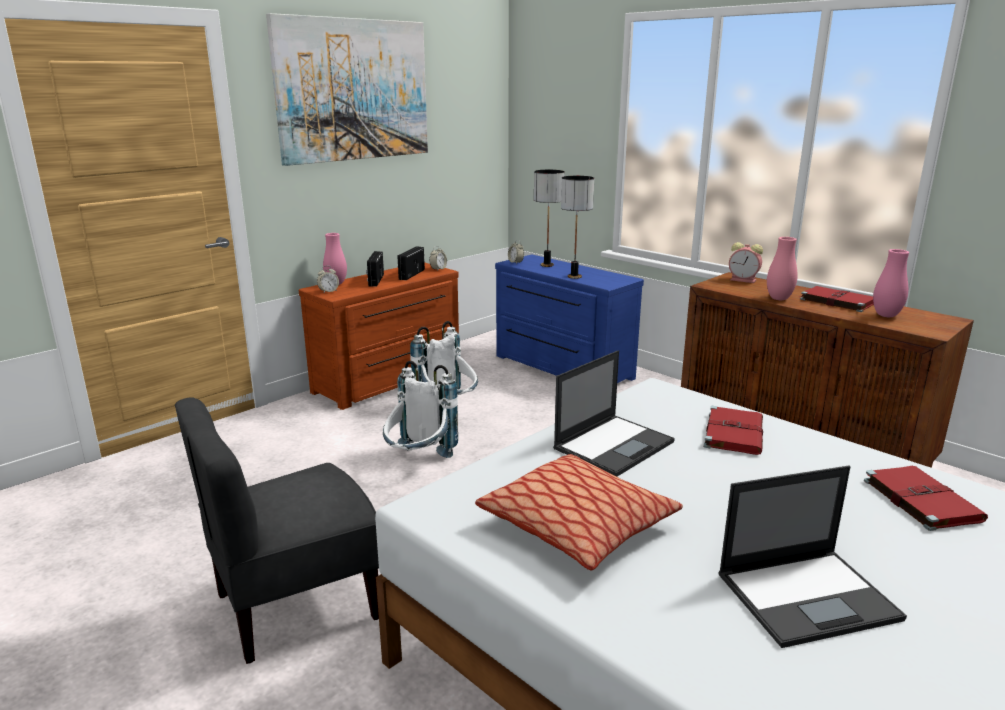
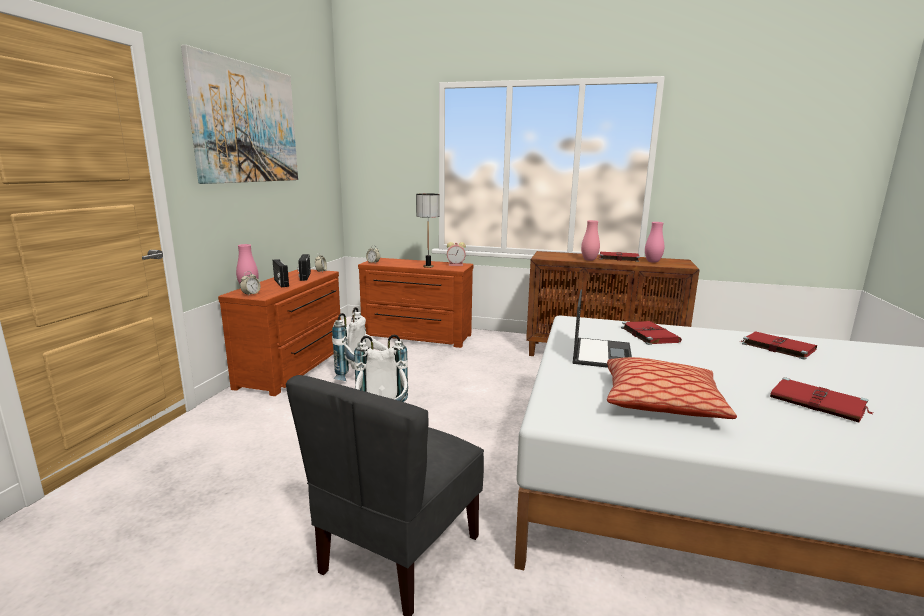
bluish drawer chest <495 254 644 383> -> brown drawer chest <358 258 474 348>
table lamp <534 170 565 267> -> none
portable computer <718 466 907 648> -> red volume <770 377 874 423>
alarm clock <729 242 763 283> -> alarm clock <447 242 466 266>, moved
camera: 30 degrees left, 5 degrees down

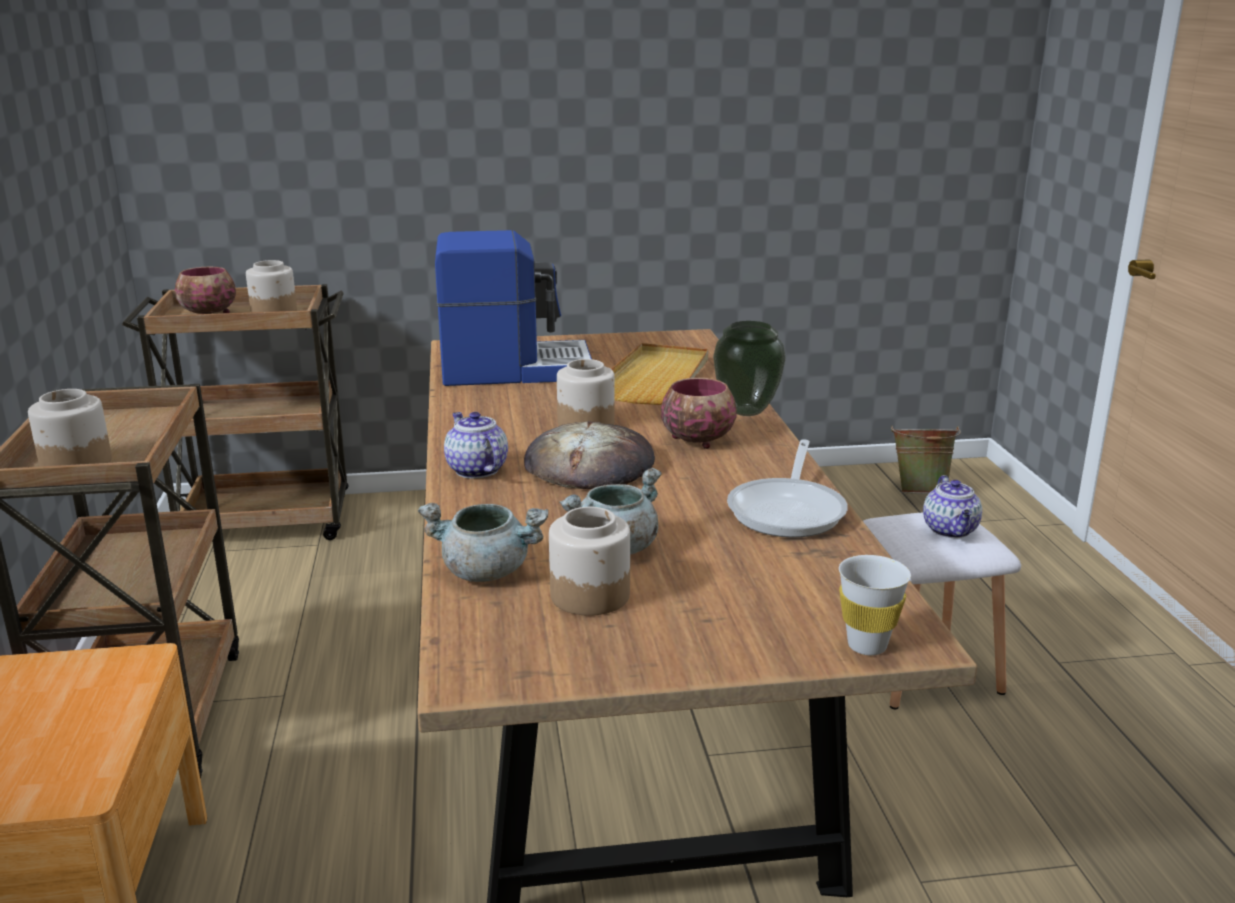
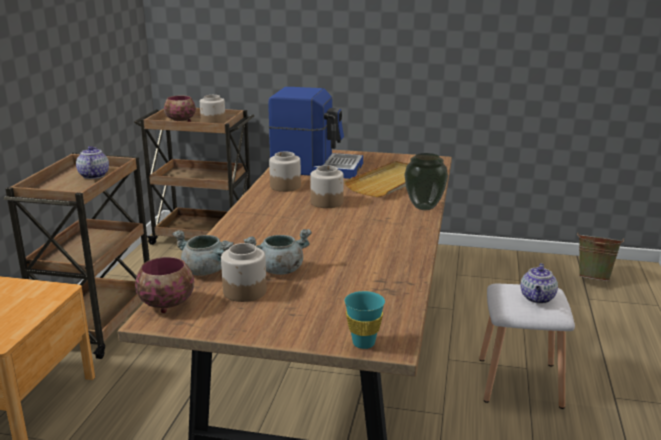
jar <28 389 112 467> -> jar <269 152 301 192>, moved
pot for tea <444 412 508 479> -> pot for tea <76 146 109 179>, moved
baked bread <524 421 655 490> -> none
deep dish <661 378 737 449> -> deep dish <135 257 194 313>, moved
skillet <727 439 848 537> -> none
white drinking cup <839 555 911 655> -> turquoise drinking cup <345 291 385 349>
camera: 20 degrees right, 0 degrees up

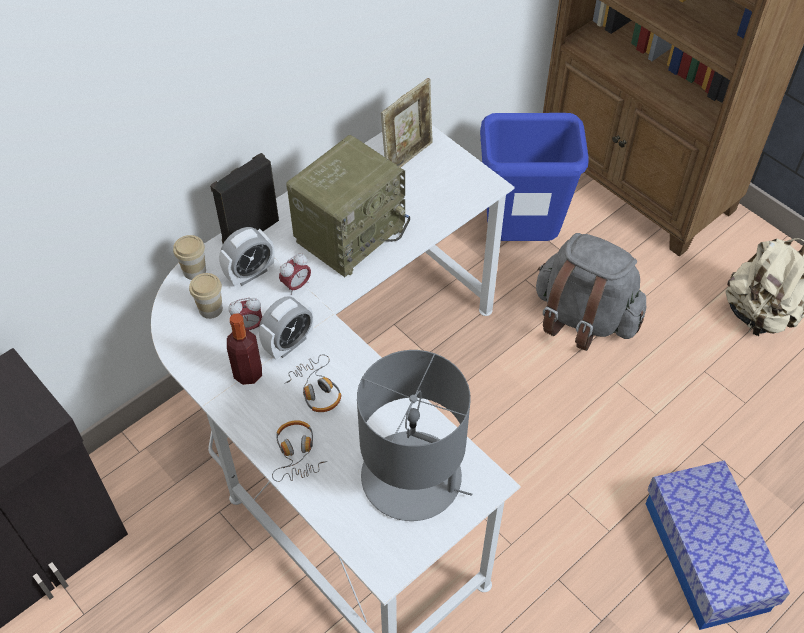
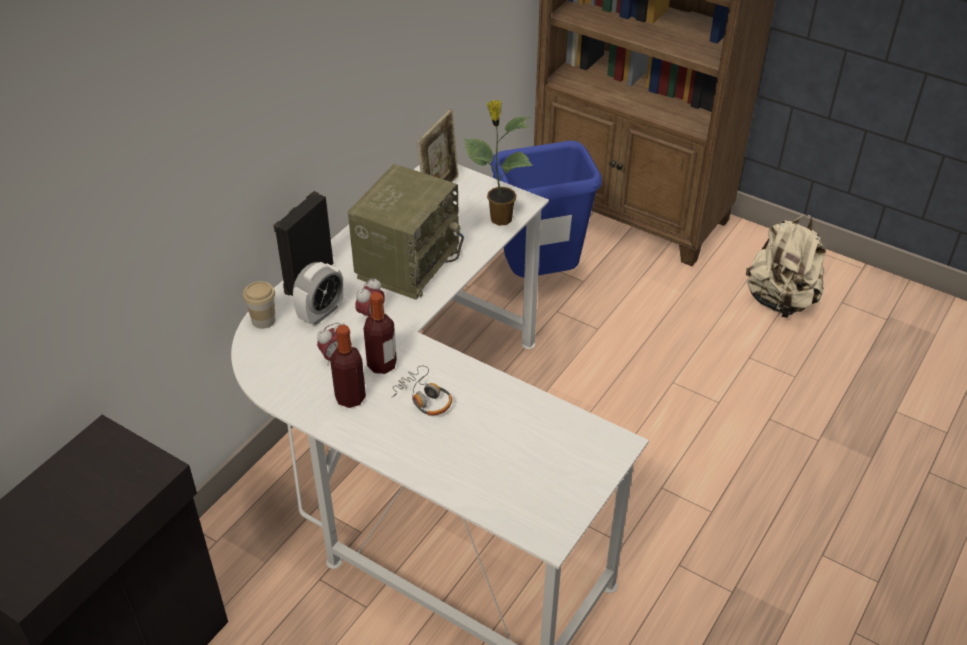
drinking cup <189 273 223 319> -> none
alarm clock <259 296 313 359> -> bottle <364 292 397 374>
headphones <272 420 327 482> -> none
grey table lamp <357 350 472 521> -> none
grey backpack <536 233 646 351> -> none
storage container <645 460 790 630> -> none
none -> houseplant <464 100 533 226>
camera: 15 degrees left, 10 degrees down

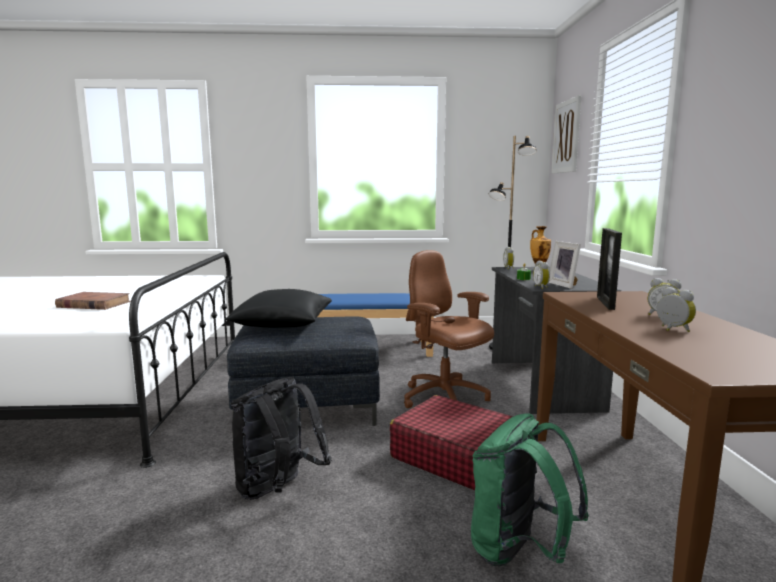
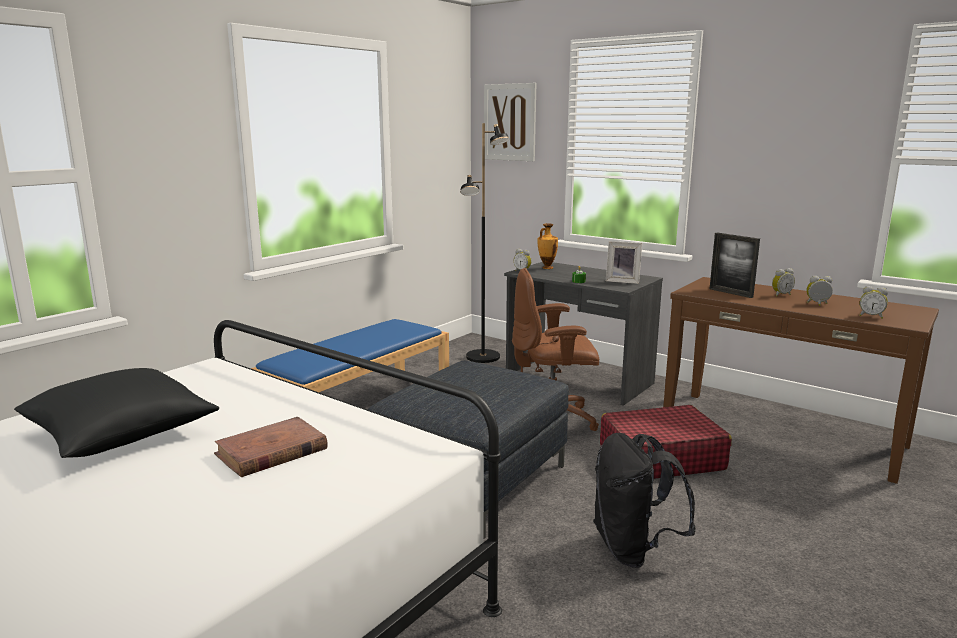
black-coloured cushion <225 289 332 328> -> black-coloured cushion <14 368 219 458>, moved
green-coloured backpack <471 413 589 567> -> none
alarm clock <533 261 550 289> -> alarm clock <860 286 888 319>, moved
camera: 50 degrees left, 5 degrees up

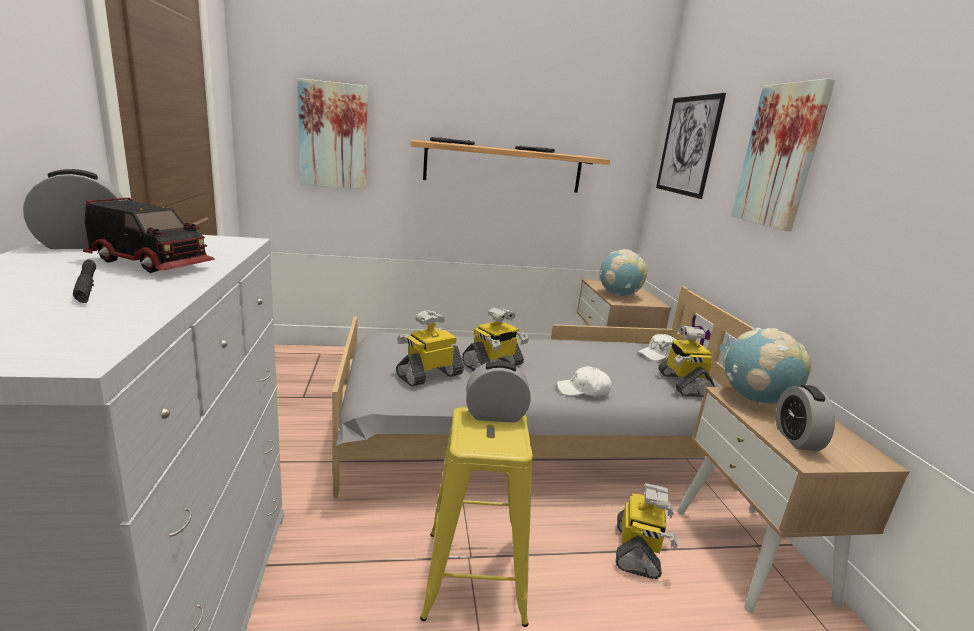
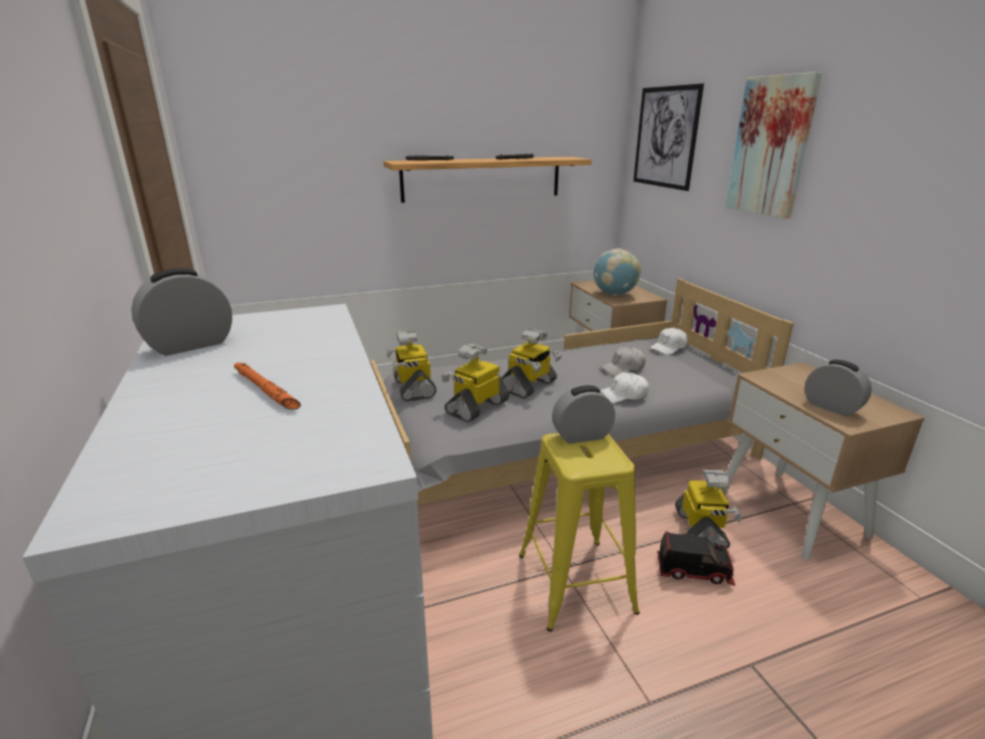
black-coloured hand torch <73 259 96 303> -> orange hand torch <234 362 301 410>
toy truck <83 198 216 273> -> toy truck <657 531 735 586>, moved
picture <297 78 368 190> -> none
model robot <658 326 715 397> -> model robot <386 331 436 401>, moved
world globe <724 328 811 405> -> none
alarm clock <776 385 835 451> -> alarm clock <805 360 872 416>, 150 degrees clockwise
none -> white baseball cap <601 347 646 376>
camera: 10 degrees left, 5 degrees up

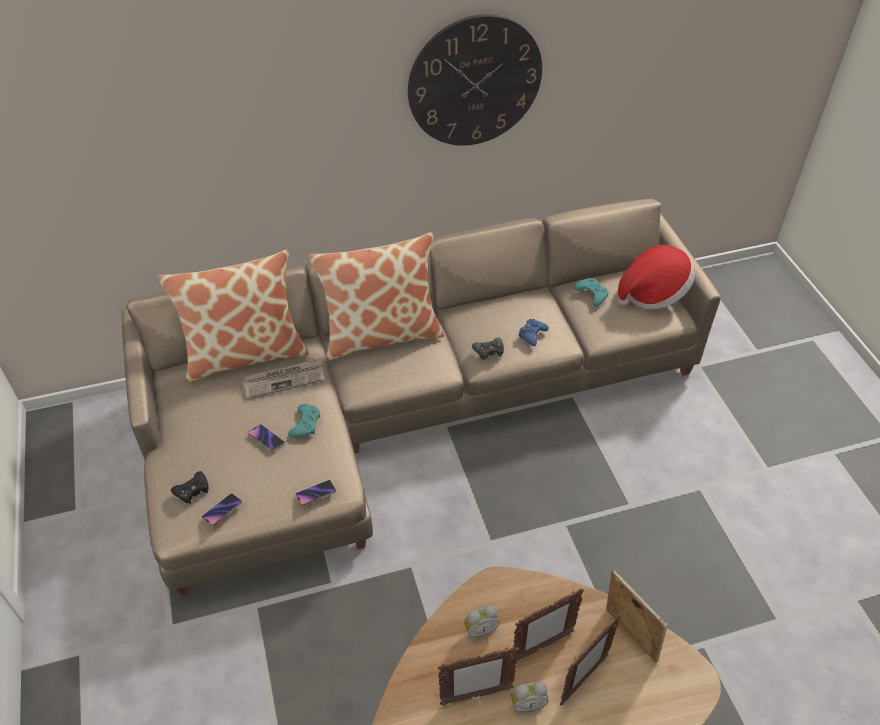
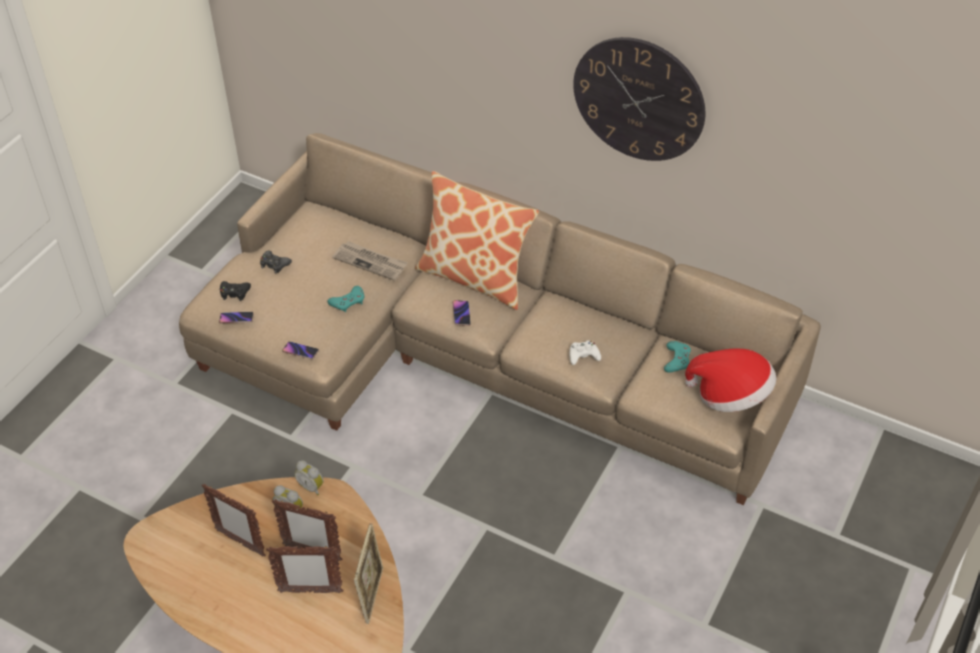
cushion <158 250 309 382> -> none
handset <248 424 284 451> -> handset <453 300 471 326>, moved
black-coloured gamepad <472 338 504 361> -> black-coloured gamepad <260 251 292 274>, moved
alarm clock <511 681 548 713> -> alarm clock <294 460 324 495>, moved
bluish gamepad <519 319 549 346> -> white gamepad <569 340 601 365>
camera: 45 degrees right, 0 degrees up

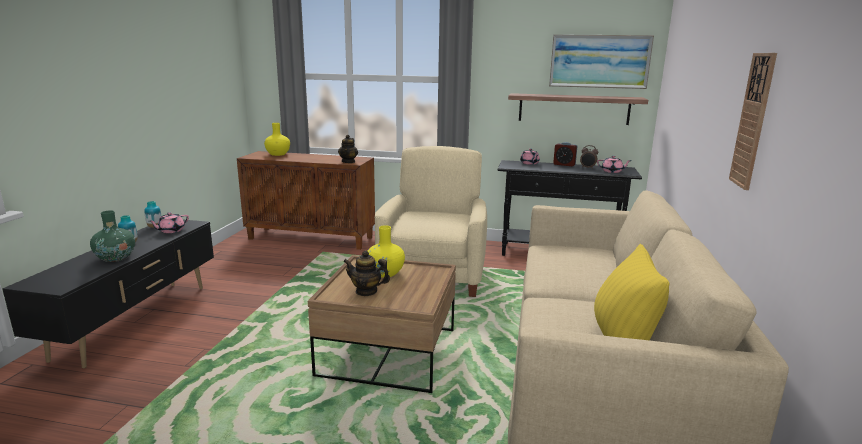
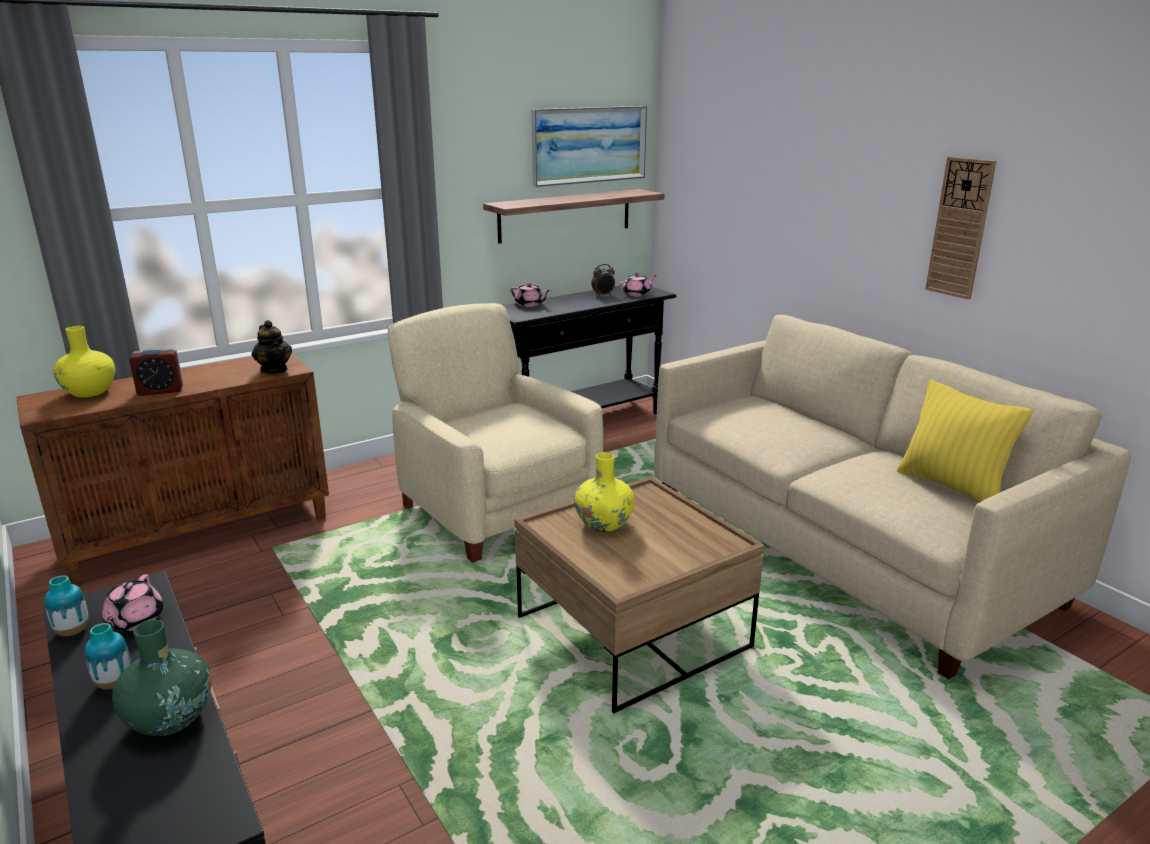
pot for tea <343 250 390 296> -> none
alarm clock <553 142 577 166> -> alarm clock <129 347 183 396>, moved
camera: 45 degrees left, 5 degrees up

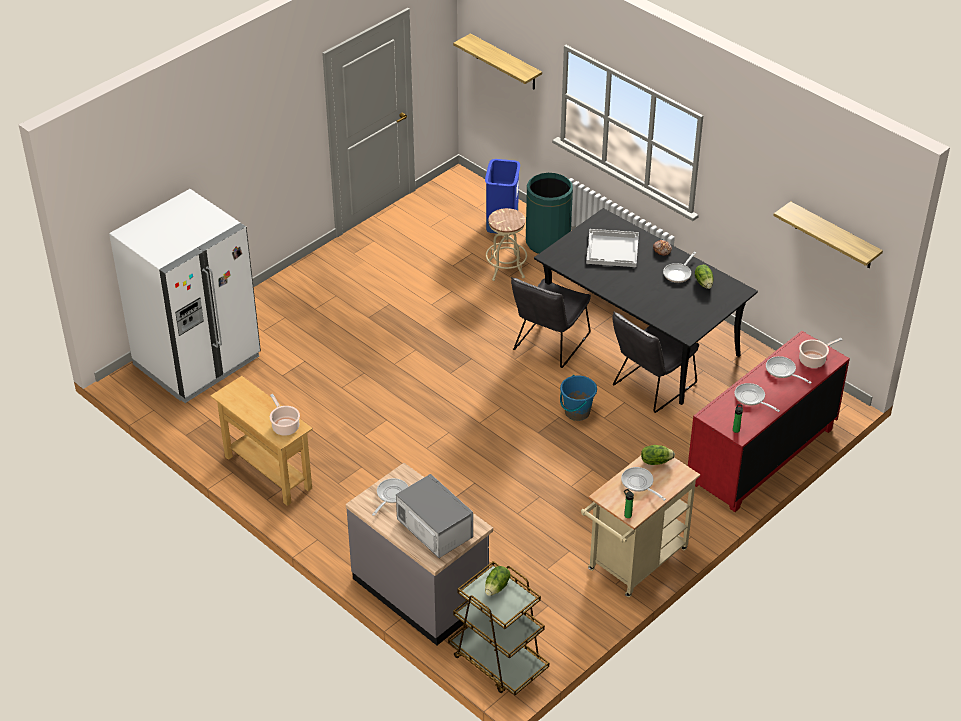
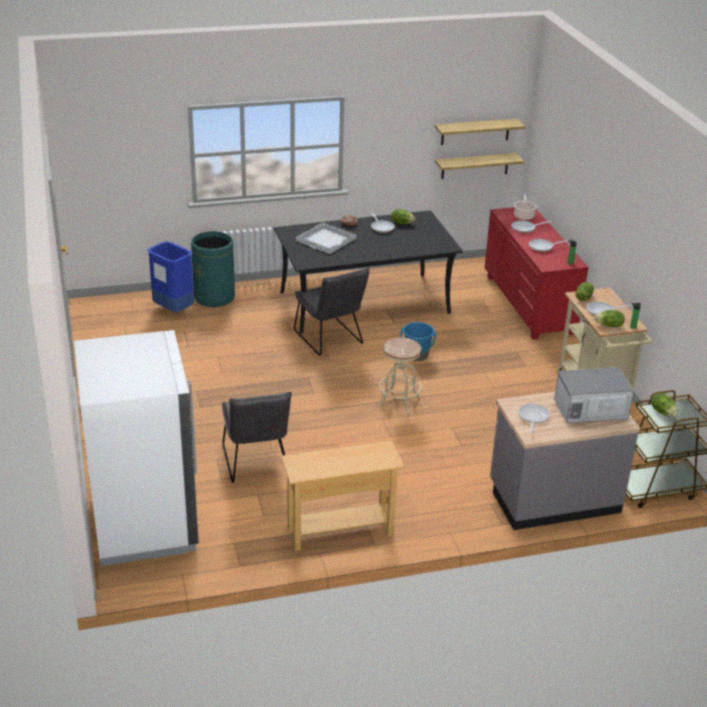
cooking pot <270 394 300 436> -> none
skillet <372 478 408 516> -> skillet <518 404 550 434>, 45 degrees clockwise
shelf <453 33 542 90> -> shelf <435 153 524 179>, moved
sand-coloured stool <486 208 527 281> -> sand-coloured stool <378 338 422 414>, moved
grey upright chair <612 312 699 413> -> grey upright chair <222 392 292 483>, moved
none -> lettuce <595 310 624 327>
camera: 60 degrees left, 10 degrees down

